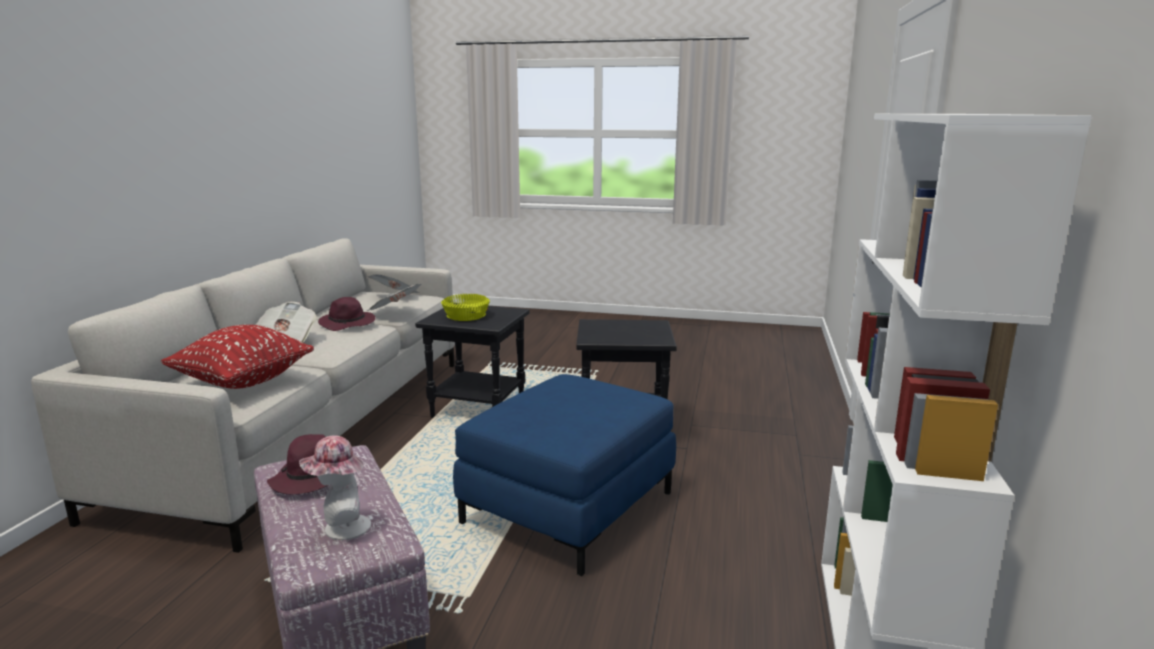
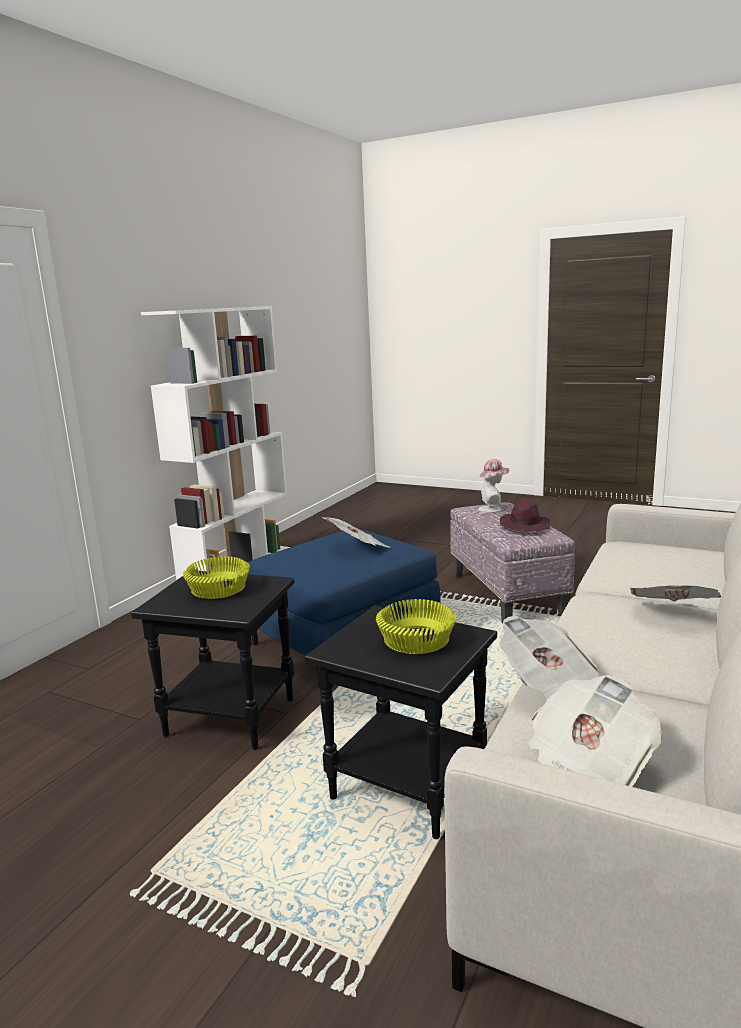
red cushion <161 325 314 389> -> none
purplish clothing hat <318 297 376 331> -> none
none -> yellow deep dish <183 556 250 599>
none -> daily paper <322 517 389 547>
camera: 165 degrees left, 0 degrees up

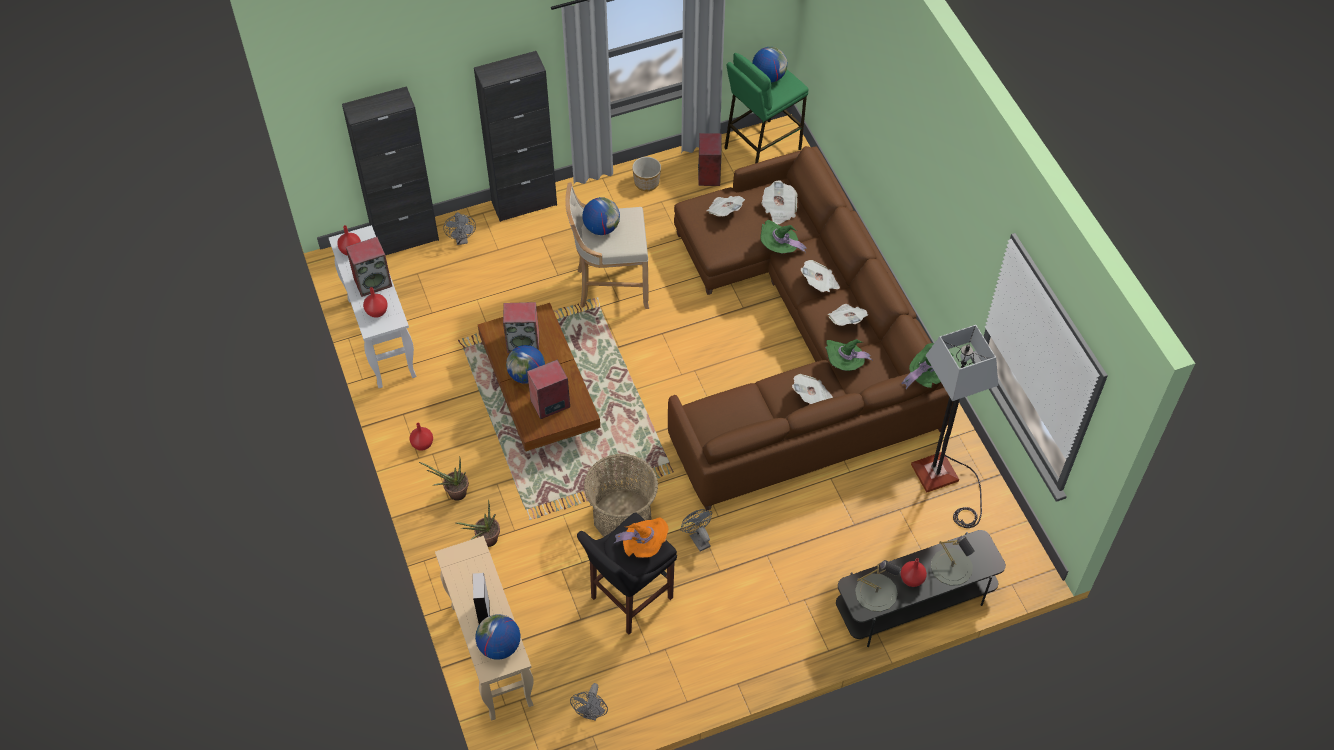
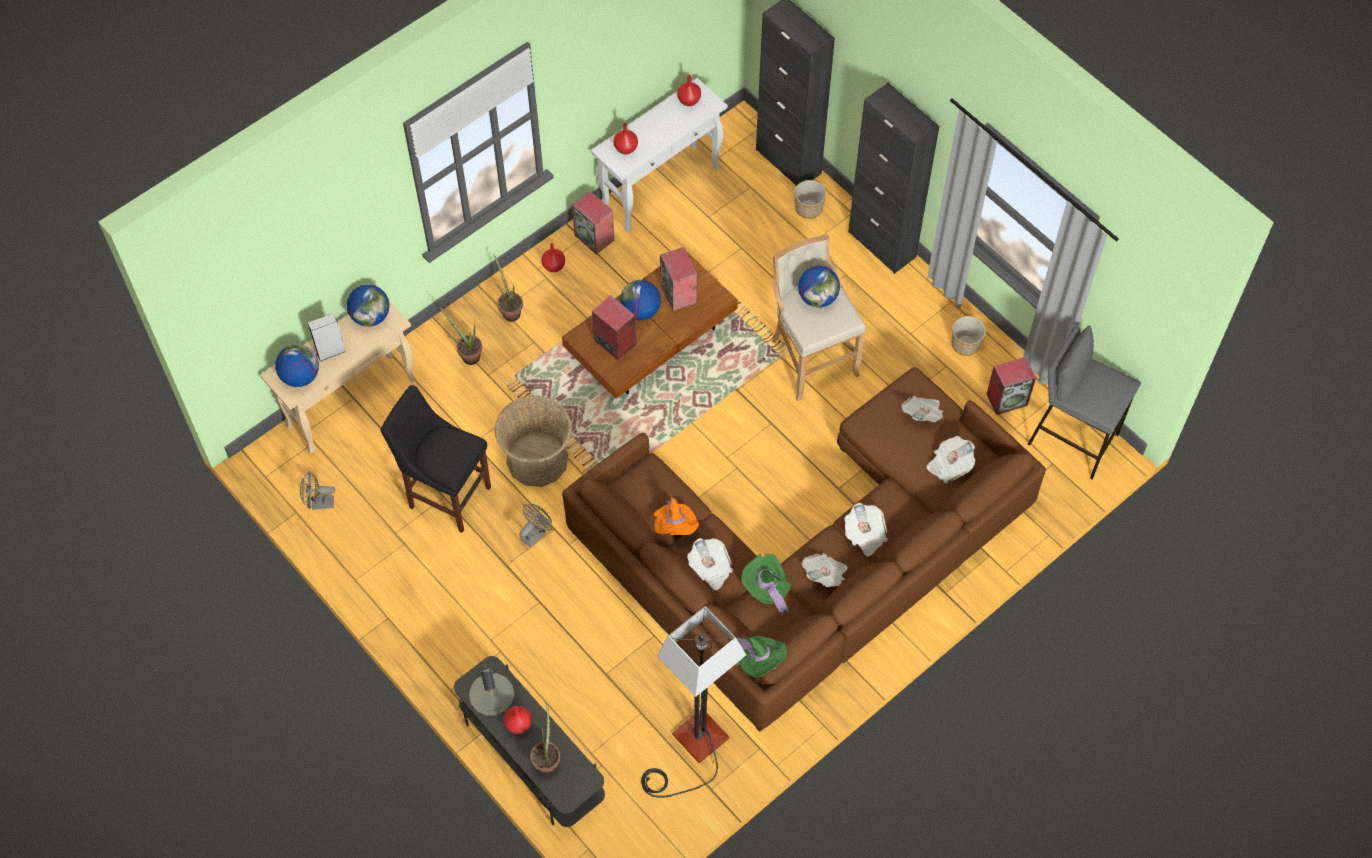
loudspeaker <346 237 392 297> -> loudspeaker <572 191 614 254>, moved
grey fan <443 212 476 245> -> flower pot <794 180 826 219>
orange clothing hat <613 517 669 558> -> orange clothing hat <653 495 699 535>, moved
green-coloured stool <724 53 808 163> -> grey stool <1028 326 1141 479>
world globe <752 47 788 83> -> world globe <347 284 389 327>, moved
green-coloured clothing hat <761 220 806 253> -> none
grey table lamp <931 536 975 586> -> houseplant <530 702 560 774>
camera: 70 degrees right, 5 degrees up

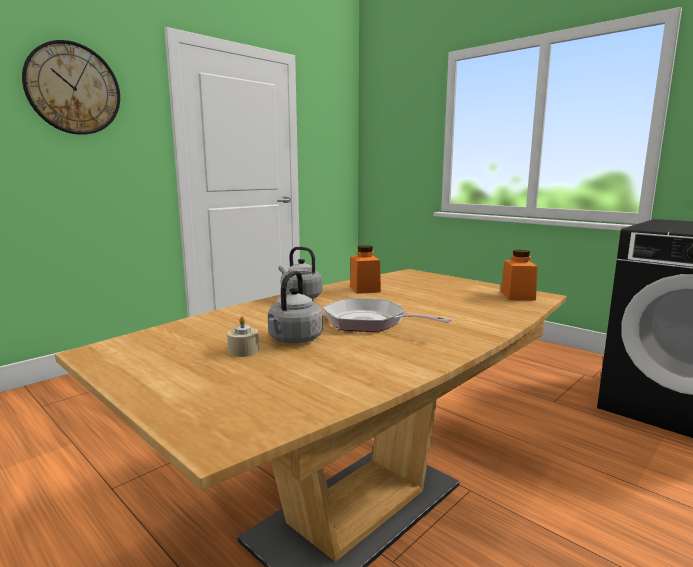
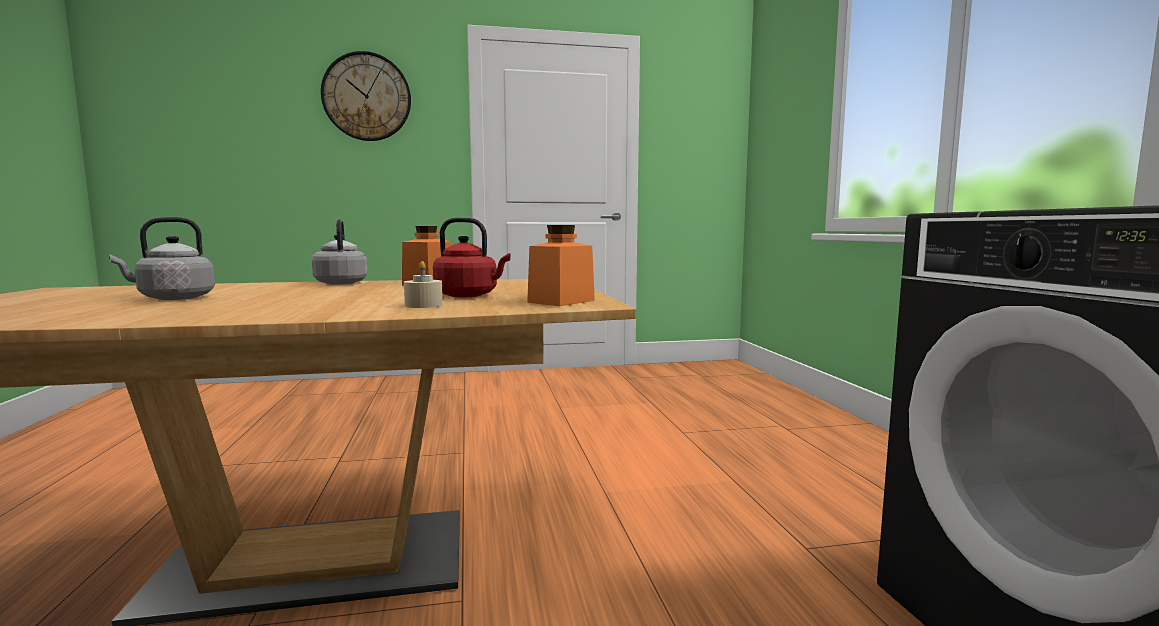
sand-coloured wax light <227 316 259 357> -> sand-coloured wax light <404 261 443 308>, moved
skillet <322 298 452 332> -> none
none -> red tea kettle <433 217 511 297>
camera: 35 degrees right, 5 degrees down

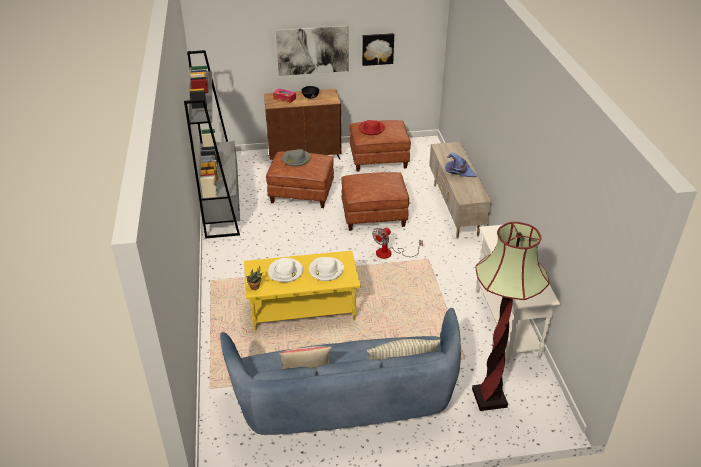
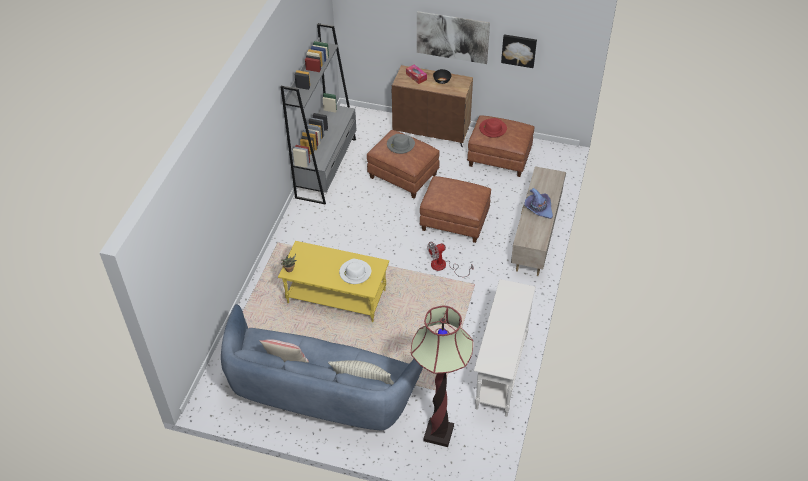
white clothing hat <268 258 303 282> -> none
camera: 25 degrees right, 10 degrees up

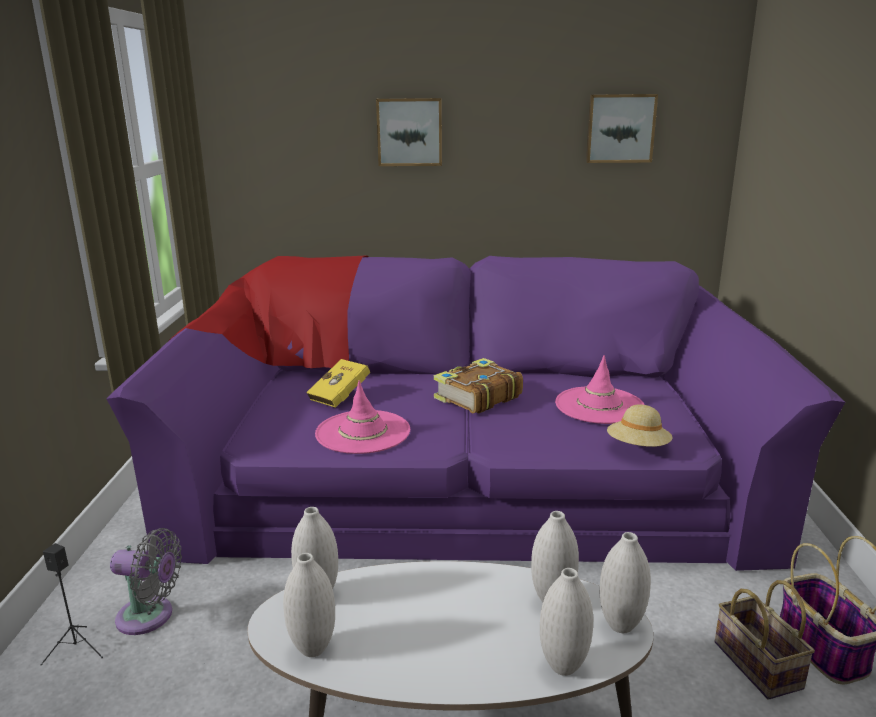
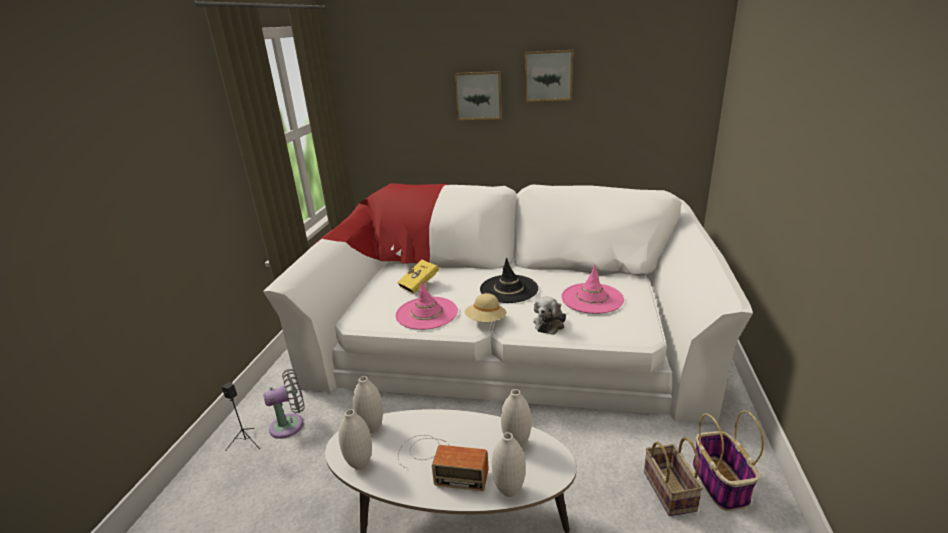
purplish sofa <107 255 845 571> -> white sofa <263 183 753 423>
grey fan <110 528 182 635> -> grey fan <263 369 305 439>, 45 degrees counterclockwise
volume <434 358 523 414> -> black-coloured clothing hat <480 258 538 303>
picture <586 94 658 163> -> picture <525 50 573 102>, moved
white flower vase <600 532 651 633> -> none
sand-coloured clothing hat <607 404 672 447> -> sand-coloured clothing hat <465 293 506 322>, moved
none -> radio receiver <398 435 489 491>
none -> soft toy <533 297 566 335>
camera: 10 degrees right, 5 degrees up

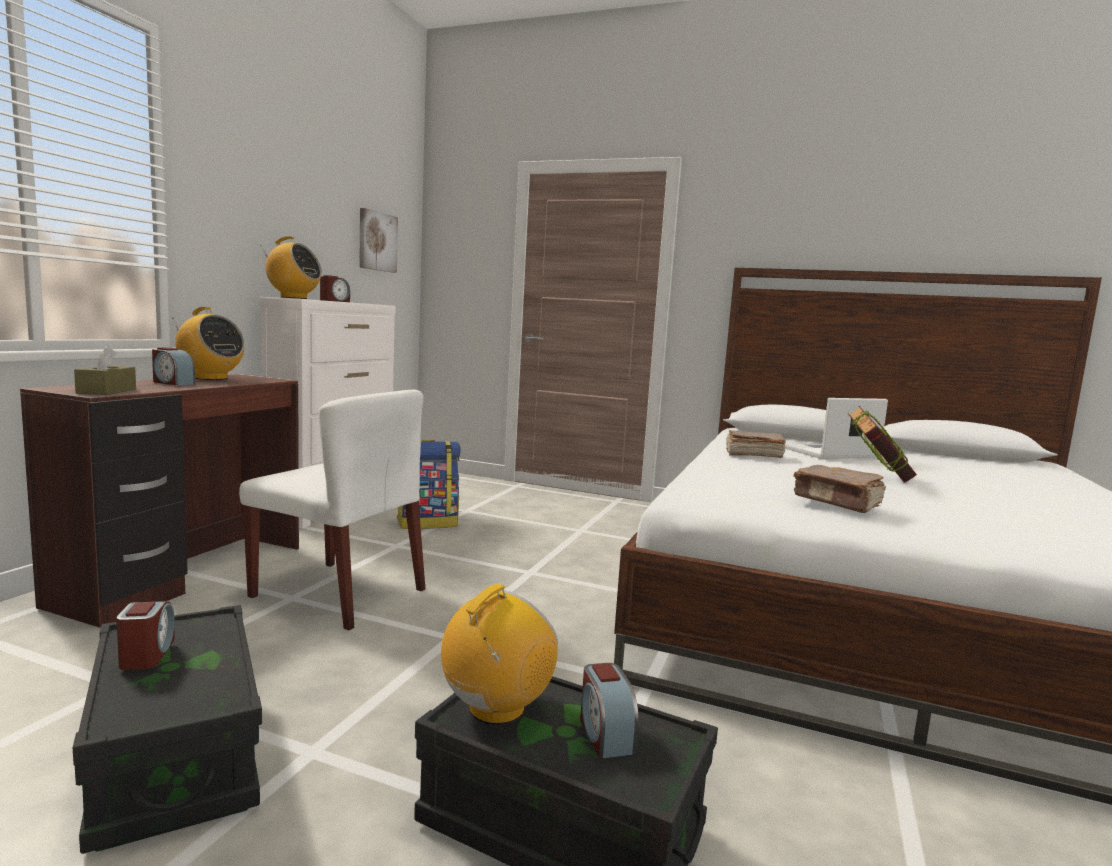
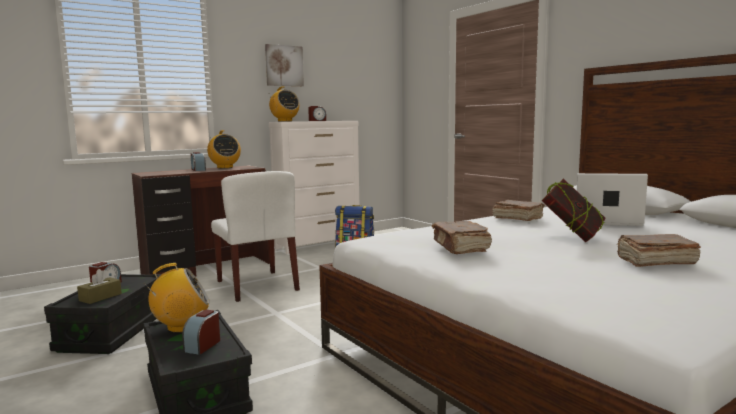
brown tissue box <74 345 136 395> -> brown tissue box <77 269 122 304>, moved
picture <359 208 398 273> -> picture <265 44 304 86>, moved
none -> brown volume <617 234 701 267>
camera: 35 degrees right, 0 degrees up

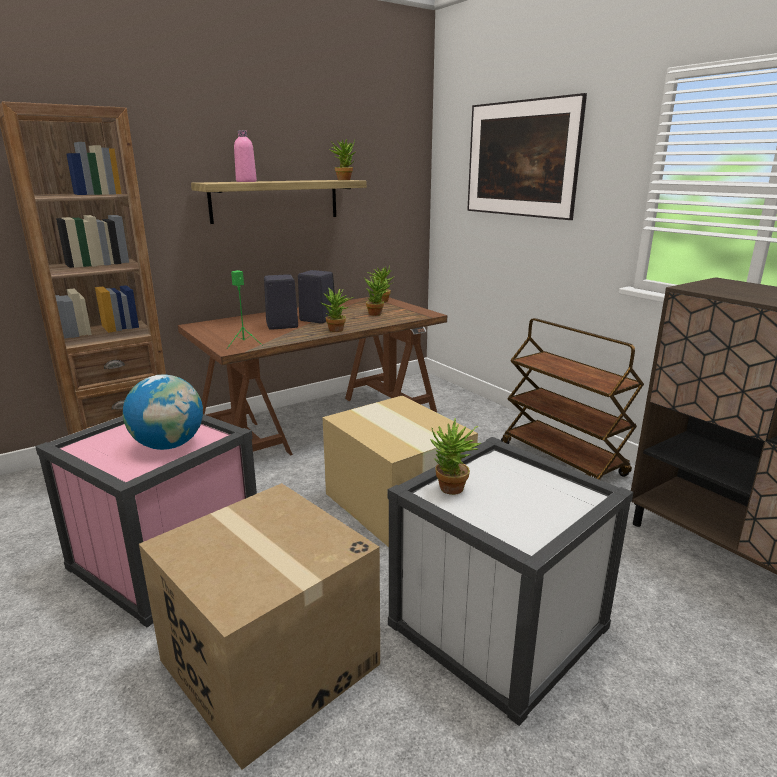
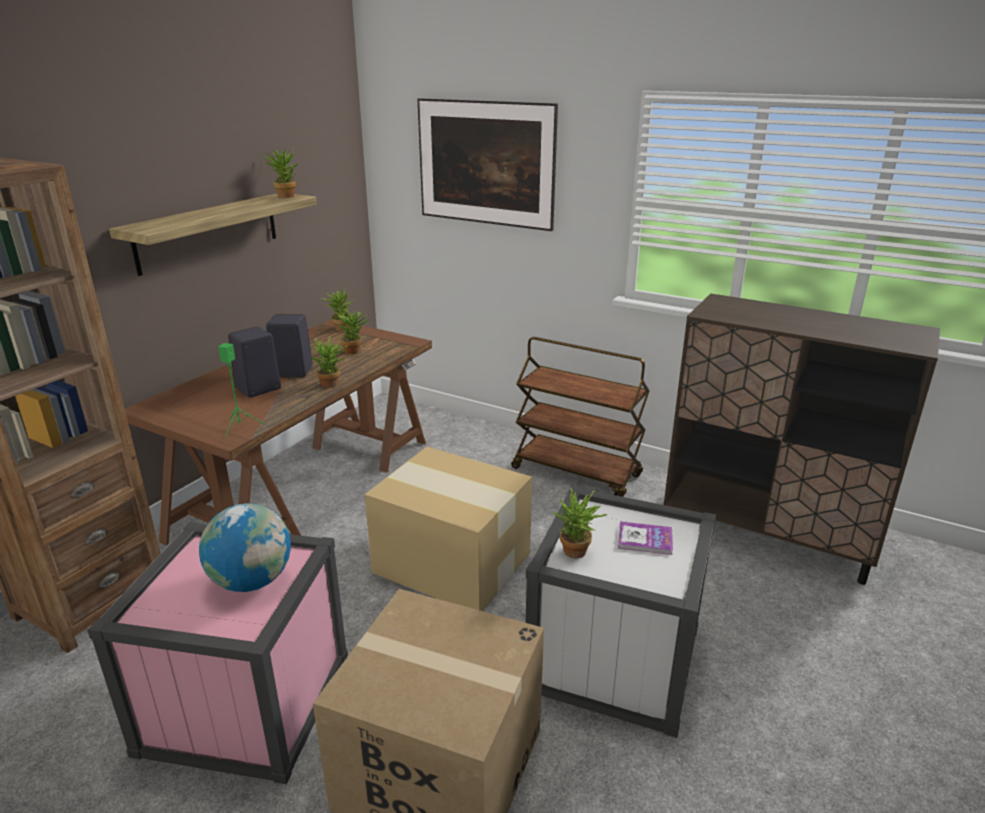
pink bottle <234 130 257 182> -> none
none -> volume <618 521 673 555>
camera: 25 degrees left, 5 degrees up

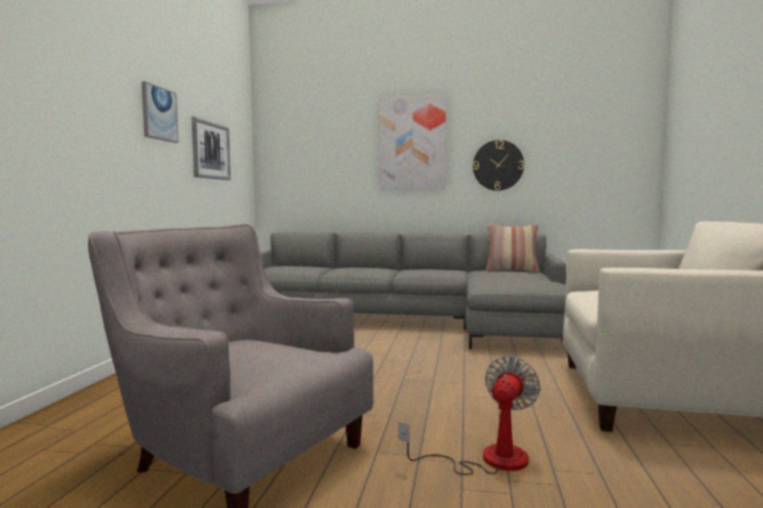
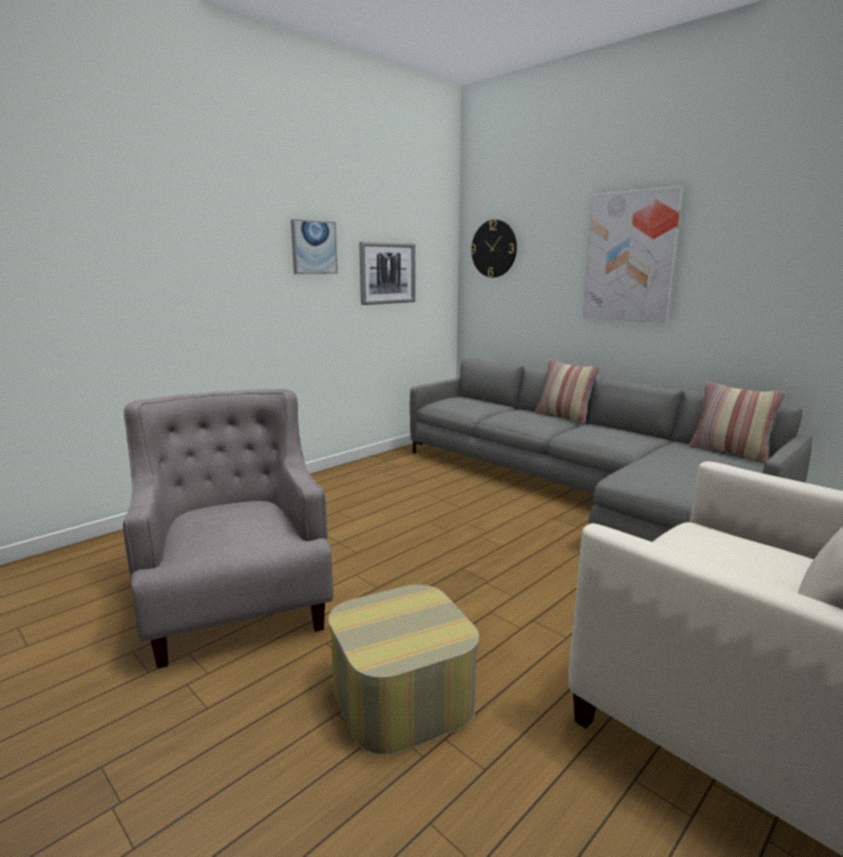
fan <398 356 541 475> -> ottoman <328 585 479 755>
wall clock <473 140 524 191> -> wall clock <471 220 517 277>, moved
none -> cushion <535 360 600 424>
camera: 35 degrees right, 10 degrees up

